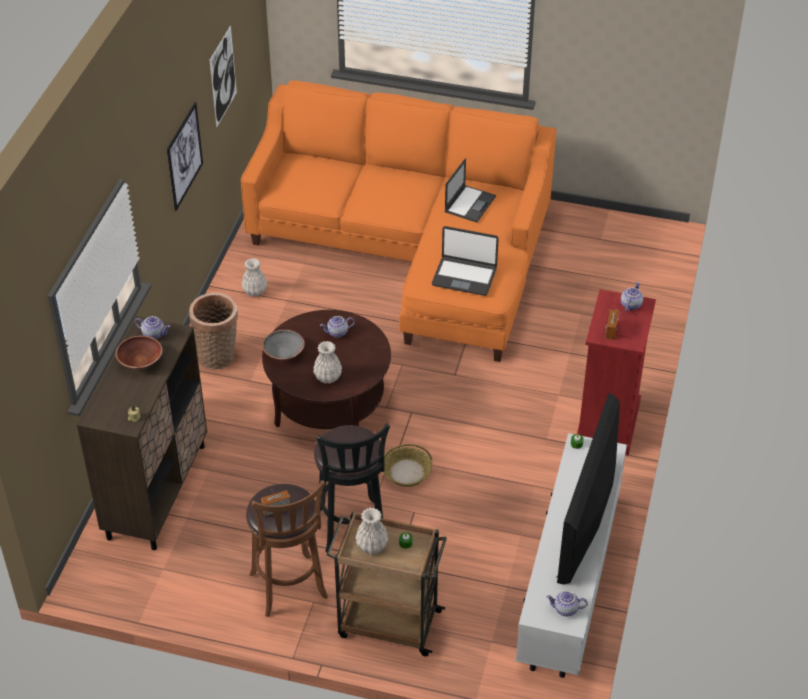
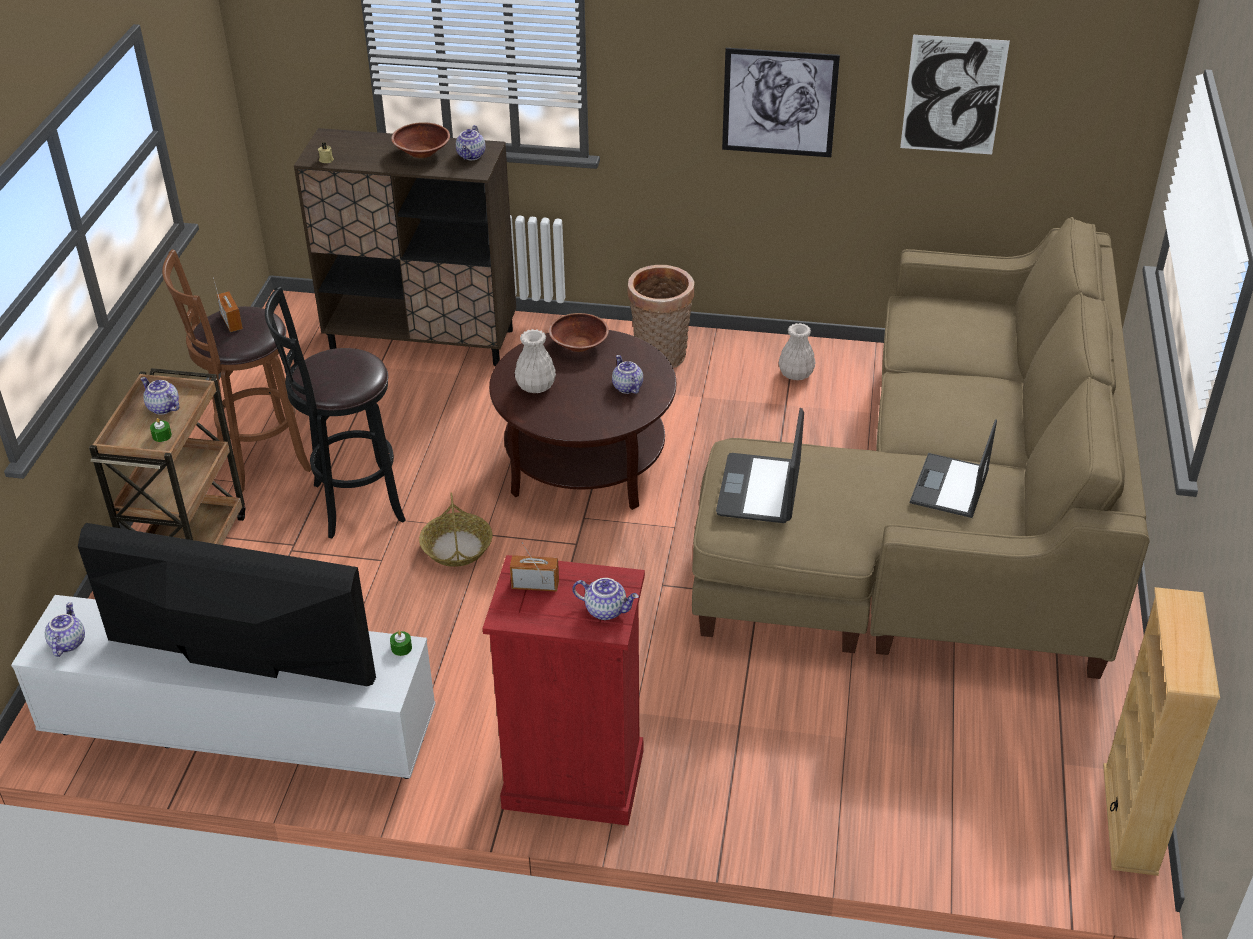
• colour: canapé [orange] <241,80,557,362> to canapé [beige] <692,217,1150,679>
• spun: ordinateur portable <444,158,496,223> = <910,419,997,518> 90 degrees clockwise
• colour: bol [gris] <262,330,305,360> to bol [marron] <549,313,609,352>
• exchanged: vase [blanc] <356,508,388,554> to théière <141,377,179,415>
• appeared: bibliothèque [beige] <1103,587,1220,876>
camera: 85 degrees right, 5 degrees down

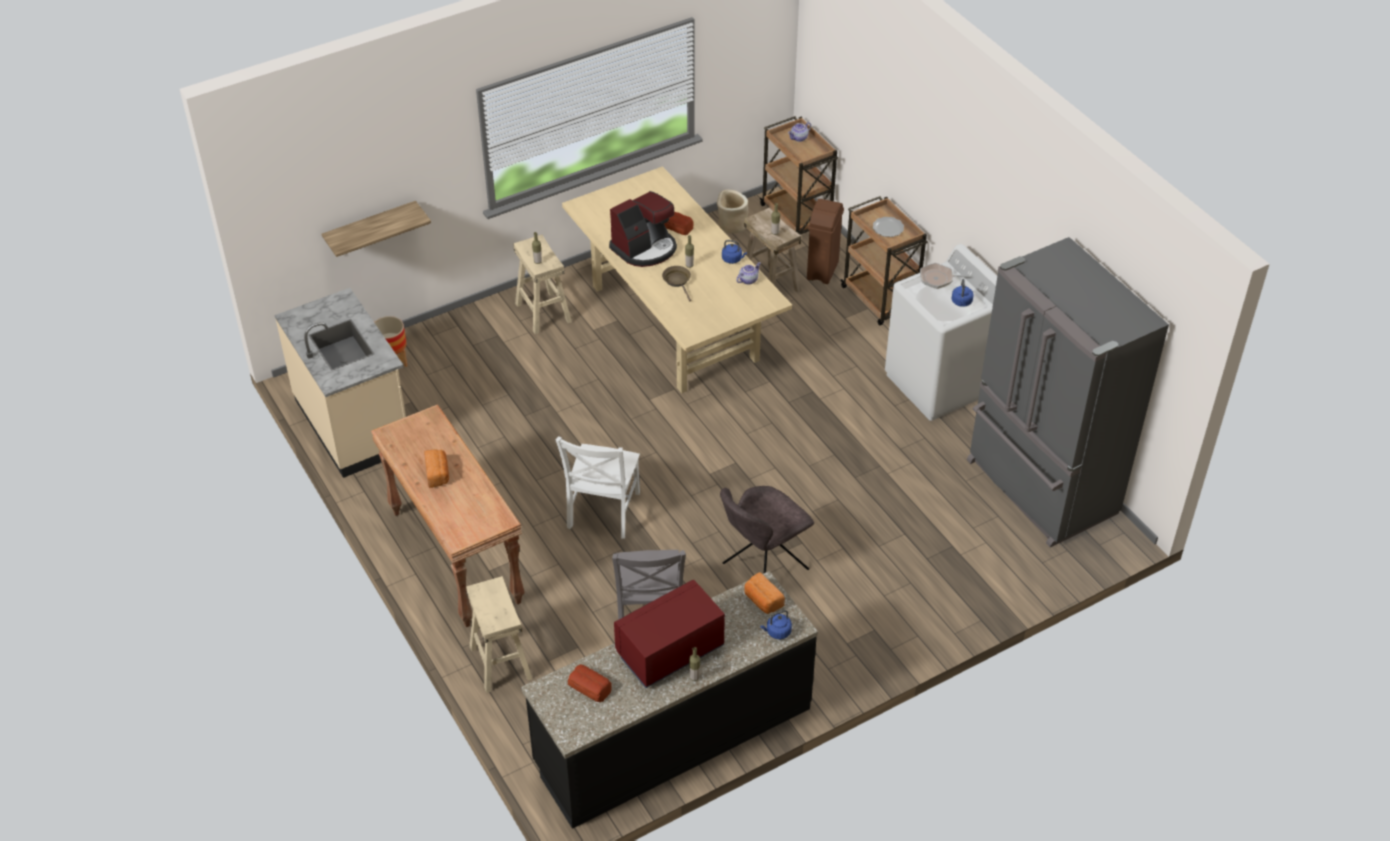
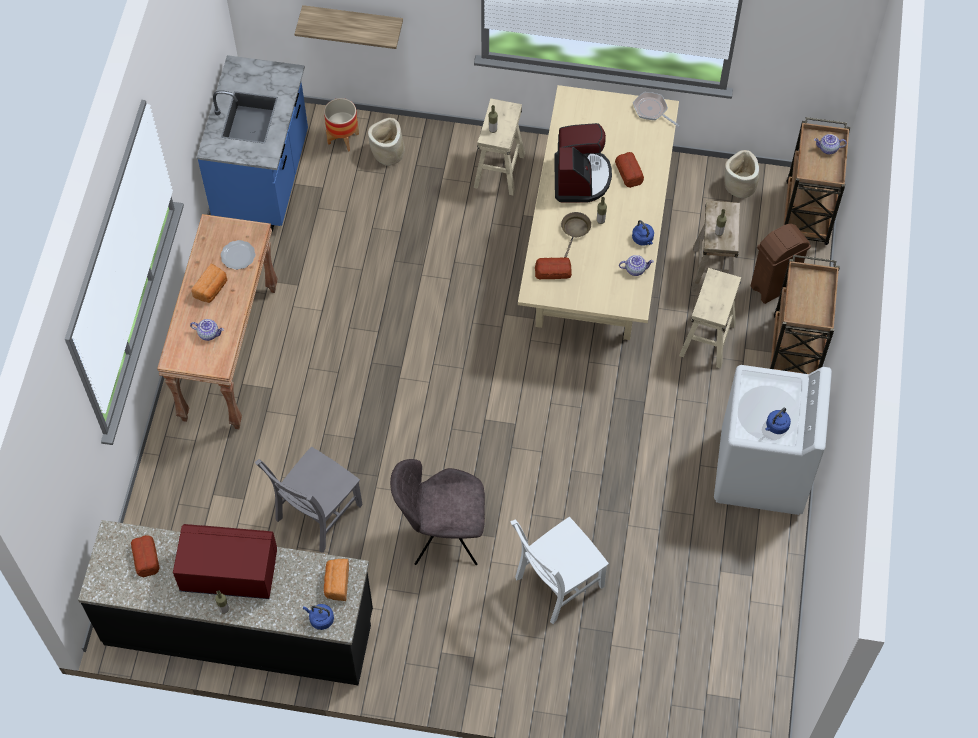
• spun: machine à café <609,191,677,267> = <554,123,612,203> 90 degrees counterclockwise
• relocated: assiette <873,217,904,237> to <221,240,256,270>
• missing: réfrigérateur [gris] <967,237,1169,547>
• relocated: poêle <920,263,972,289> to <633,92,680,127>
• colour: comptoir de cuisine [beige] <275,288,406,478> to comptoir de cuisine [bleu] <197,55,308,232>
• relocated: chaise [blanc] <556,436,640,539> to <510,517,609,624>
• relocated: tabouret [beige] <466,576,532,693> to <679,268,741,369>
• appeared: cache-pot [beige] <368,118,405,166>
• appeared: pain <535,257,572,279>
• appeared: théière <190,319,224,341>
camera: 40 degrees right, 15 degrees up

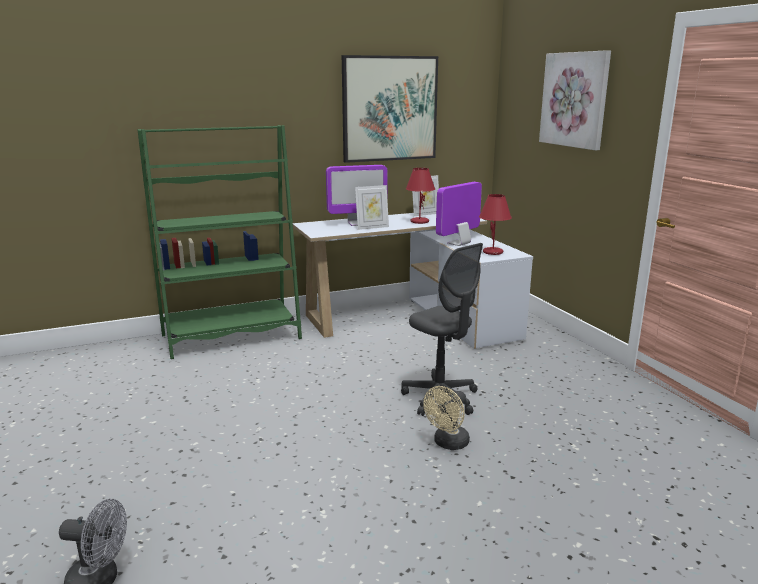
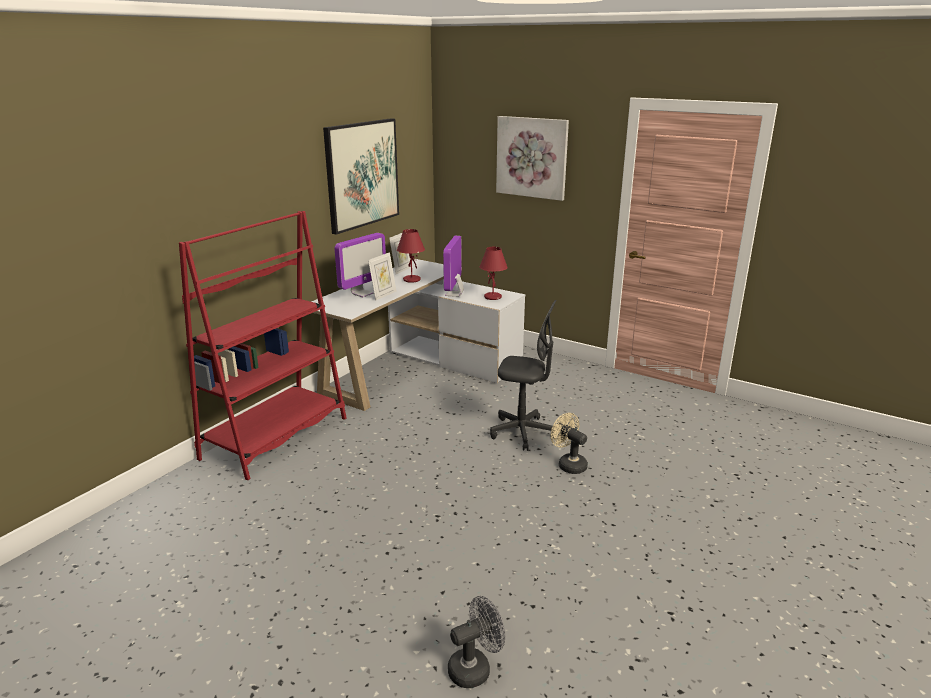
• colour: bibliothèque [vert] <138,125,302,359> to bibliothèque [rouge] <179,211,347,480>
• spun: ventilateur [beige] <423,386,470,450> = <551,413,588,474> 135 degrees clockwise
camera: 35 degrees left, 5 degrees up

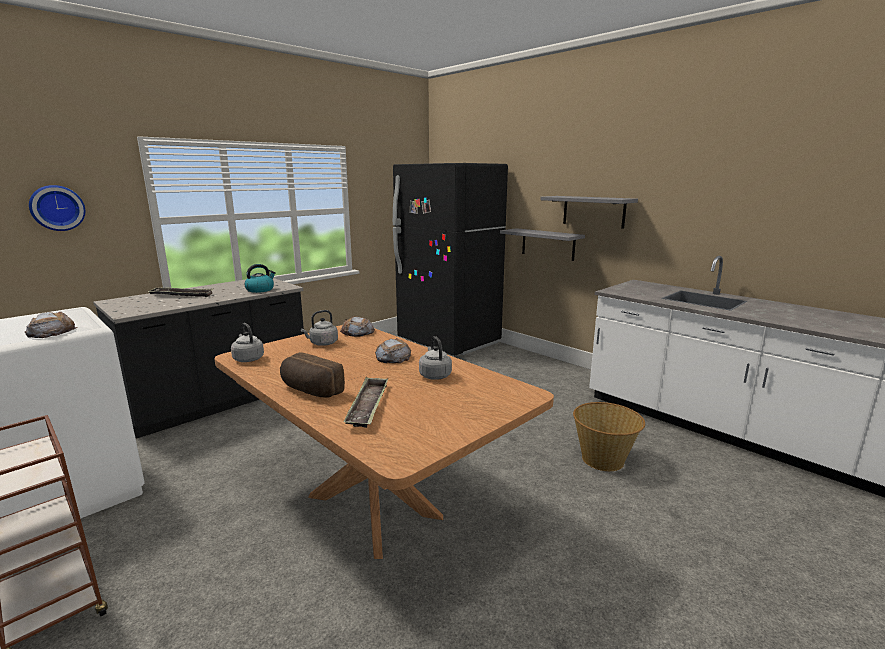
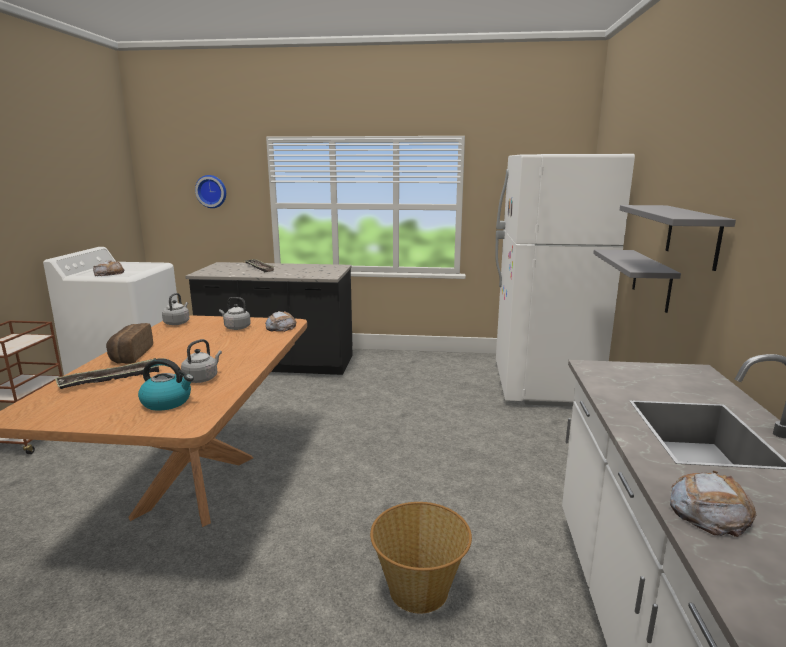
• colour: réfrigérateur [noir] <393,163,508,356> to réfrigérateur [blanc] <495,154,635,407>
• relocated: bouilloire <245,264,276,293> to <138,358,194,411>
• relocated: pain <375,338,411,363> to <670,471,756,537>
camera: 50 degrees right, 0 degrees up

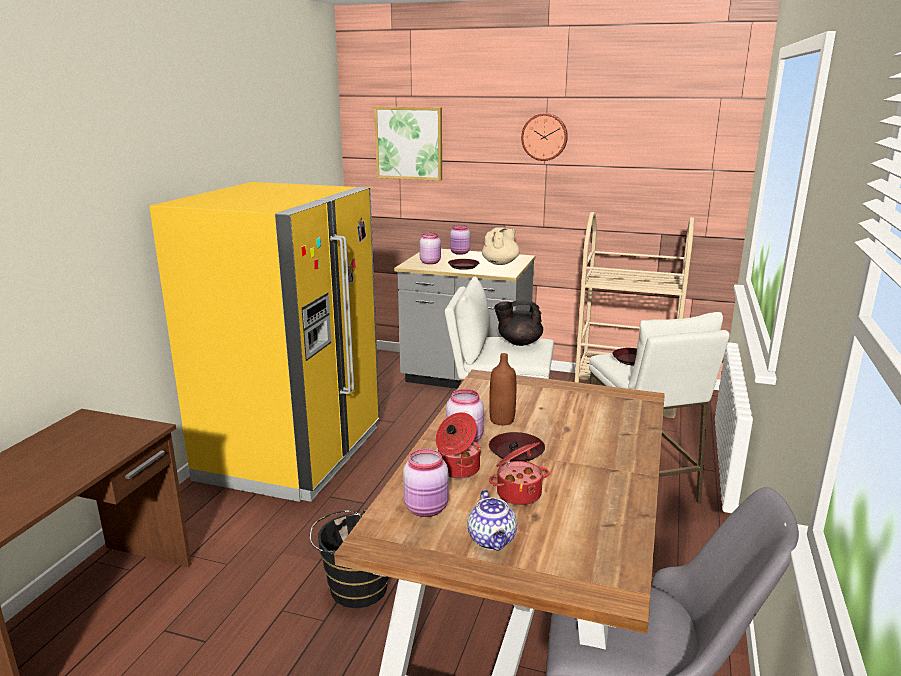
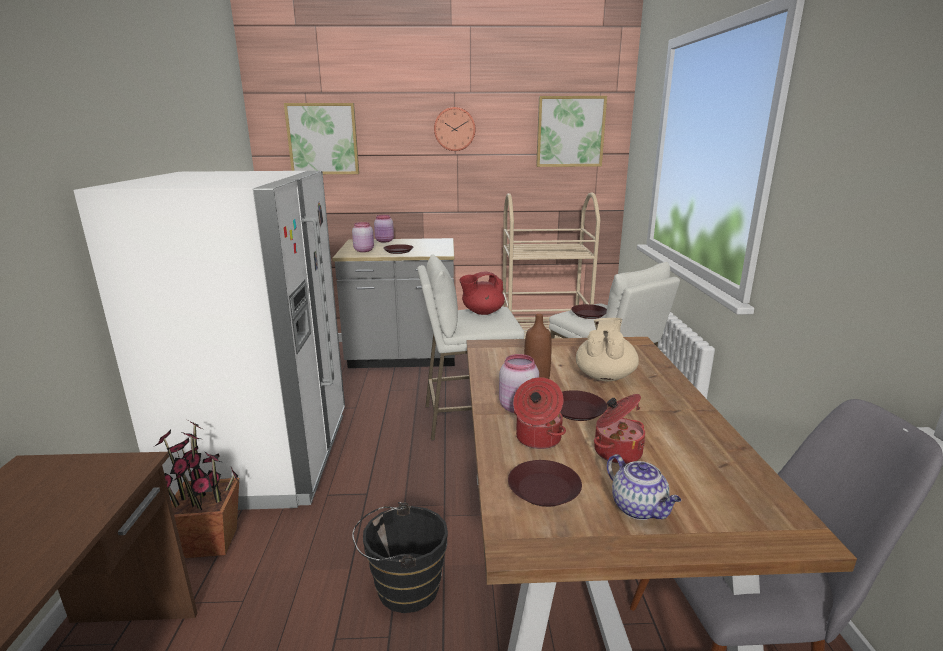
• colour: réfrigérateur [jaune] <149,182,379,502> to réfrigérateur [blanc] <74,171,345,510>
• relocated: théière [beige] <482,227,520,265> to <576,318,639,381>
• colour: théière [noir] <494,300,543,346> to théière [rouge] <460,272,505,315>
• exchanged: bocal [rose] <403,449,448,517> to assiette [marron] <508,460,582,507>
• appeared: tableau <536,96,607,167>
• appeared: plante en pot <154,418,239,558>
camera: 20 degrees left, 0 degrees up

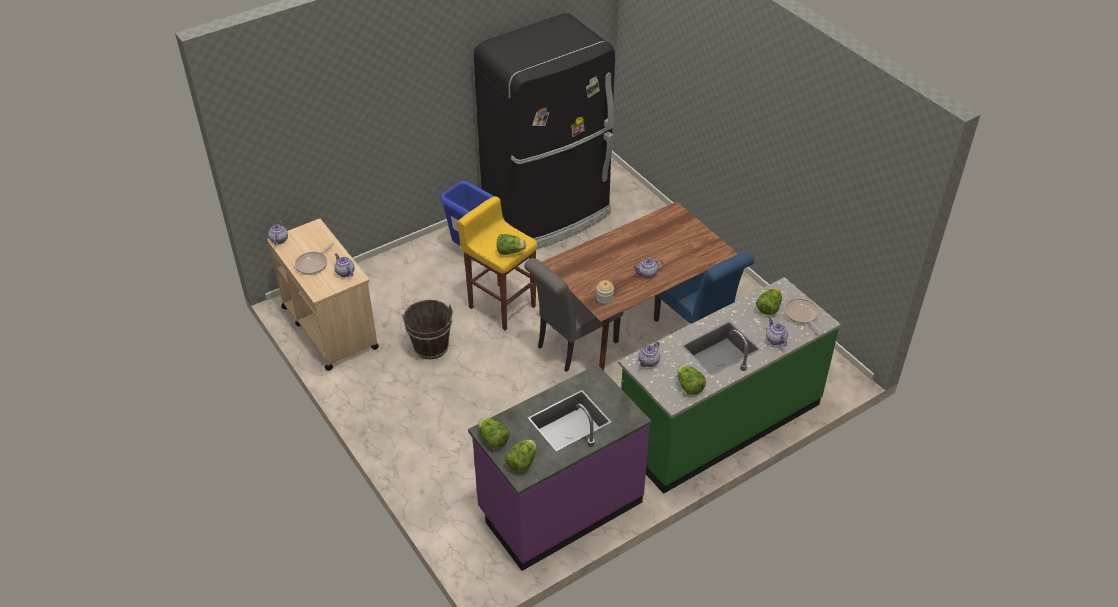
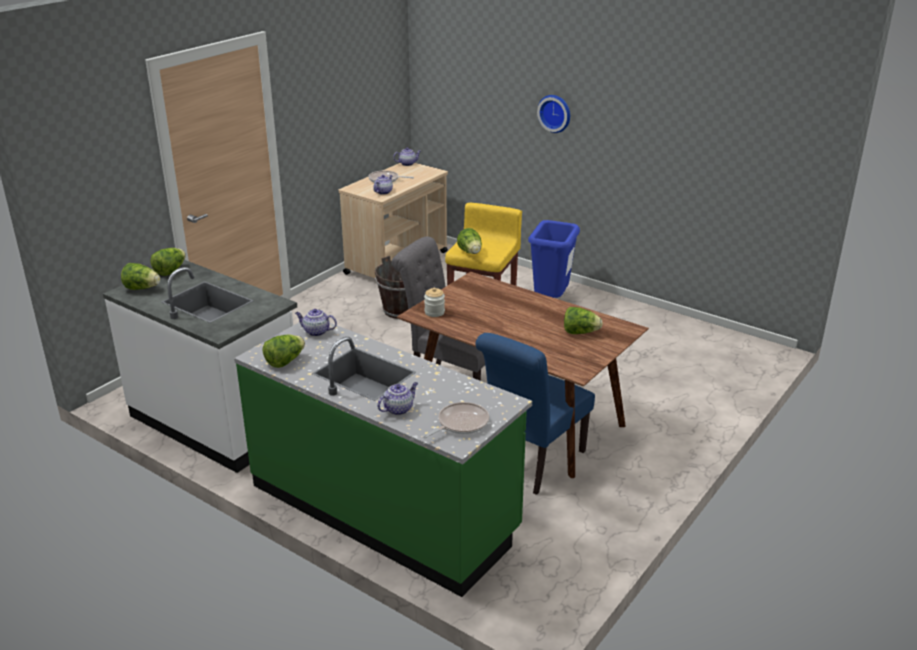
• missing: réfrigérateur [noir] <474,13,615,249>
• missing: théière <633,258,663,279>
• relocated: laitue <756,288,782,315> to <564,307,603,334>
• colour: comptoir de cuisine [violet] <468,364,651,571> to comptoir de cuisine [blanc] <103,260,297,473>
• appeared: horloge murale <537,95,570,133>
camera: 70 degrees right, 15 degrees down

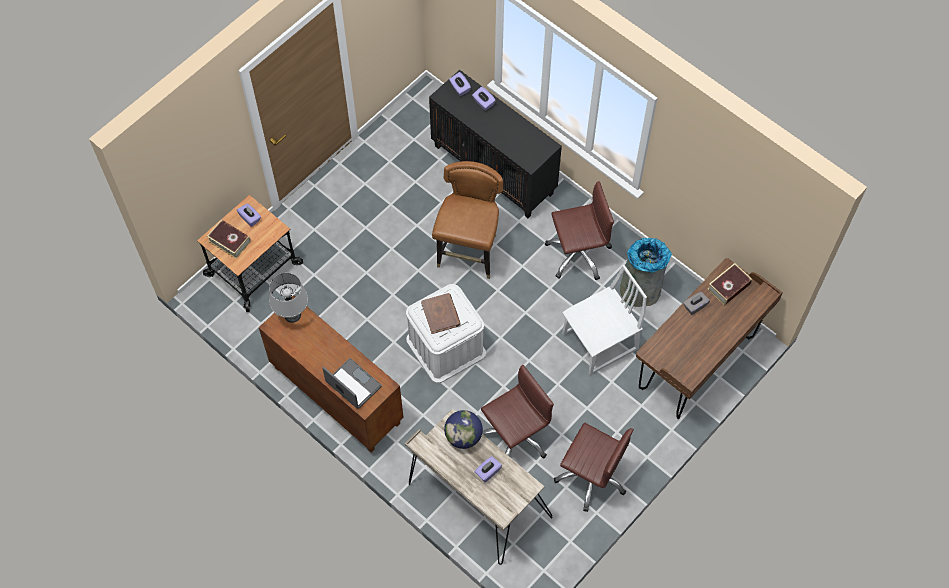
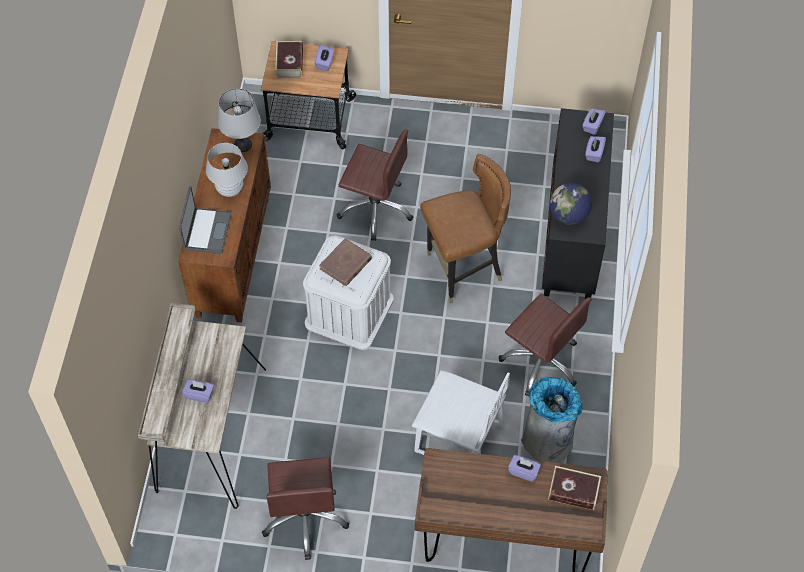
• colour: boîte à mouchoirs [gris] <683,292,710,315> to boîte à mouchoirs [violet] <508,455,541,482>
• relocated: chaise de bureau [marron] <481,364,554,458> to <336,129,413,241>
• relocated: globe <444,410,483,449> to <550,183,592,225>
• appeared: lampe de table [blanc] <206,143,248,197>
camera: 55 degrees right, 5 degrees down

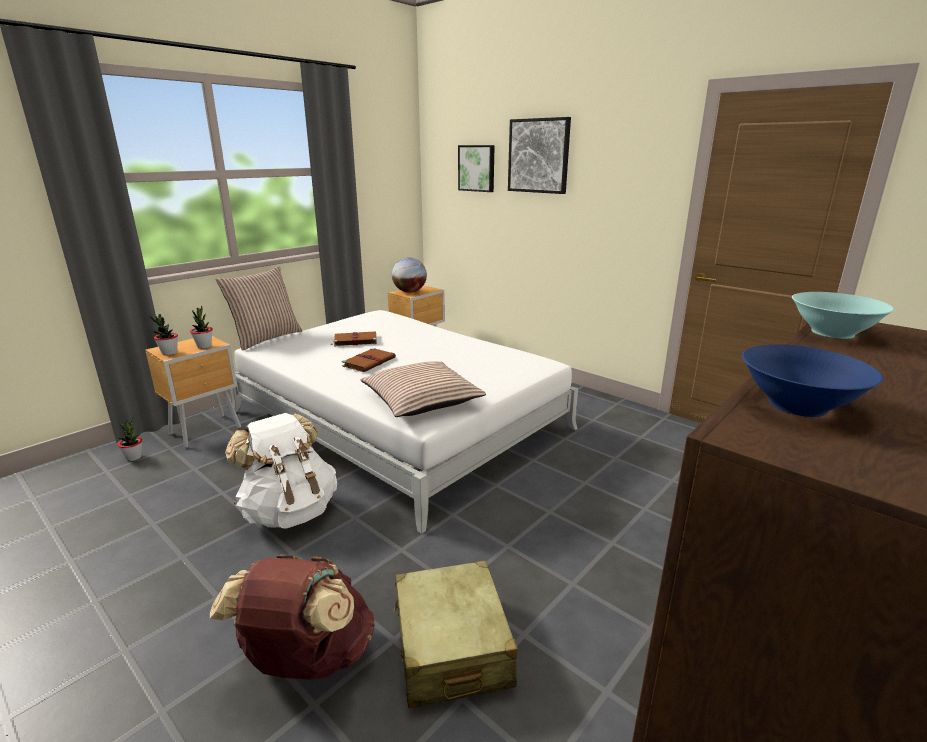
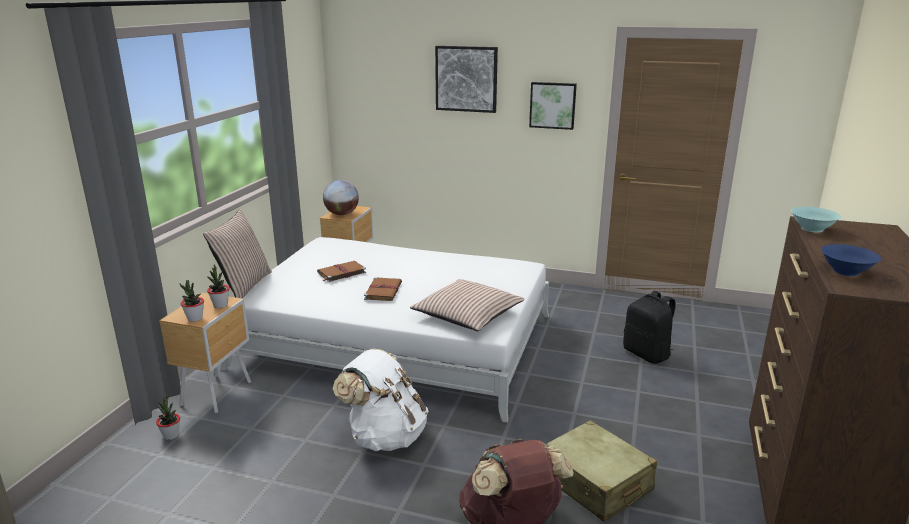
• relocated: tableau <458,145,495,192> to <529,82,577,130>
• appeared: sac à dos [noir] <623,291,676,364>
camera: 25 degrees left, 0 degrees up

